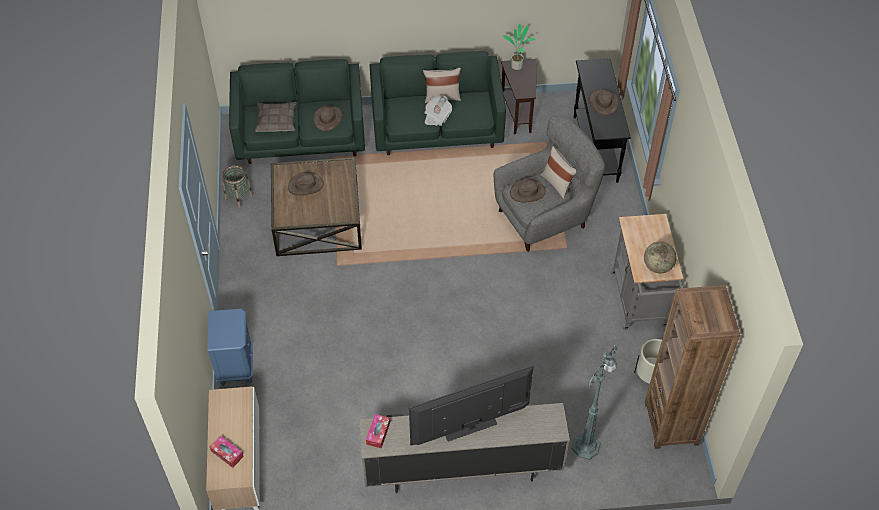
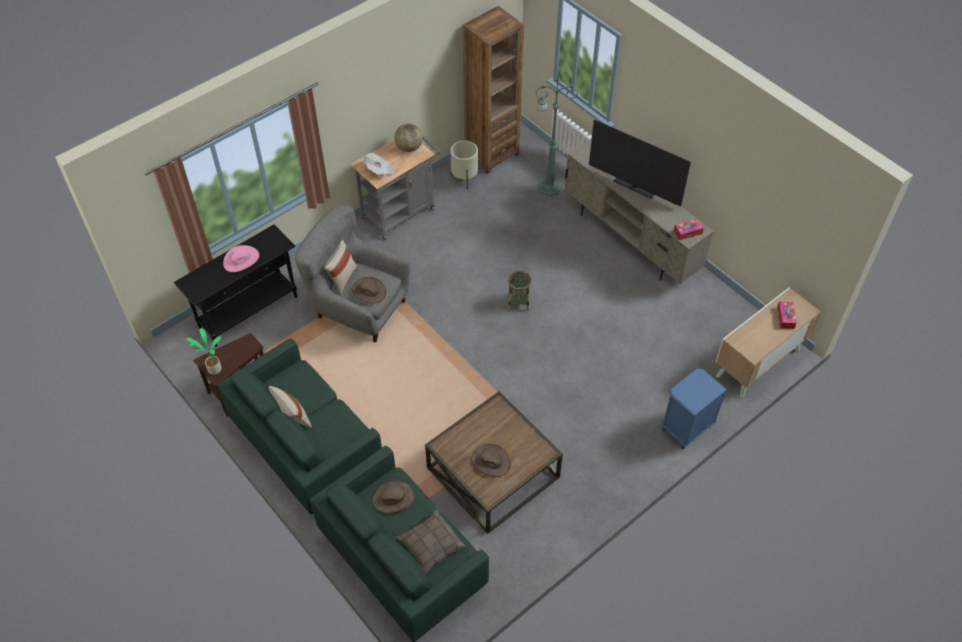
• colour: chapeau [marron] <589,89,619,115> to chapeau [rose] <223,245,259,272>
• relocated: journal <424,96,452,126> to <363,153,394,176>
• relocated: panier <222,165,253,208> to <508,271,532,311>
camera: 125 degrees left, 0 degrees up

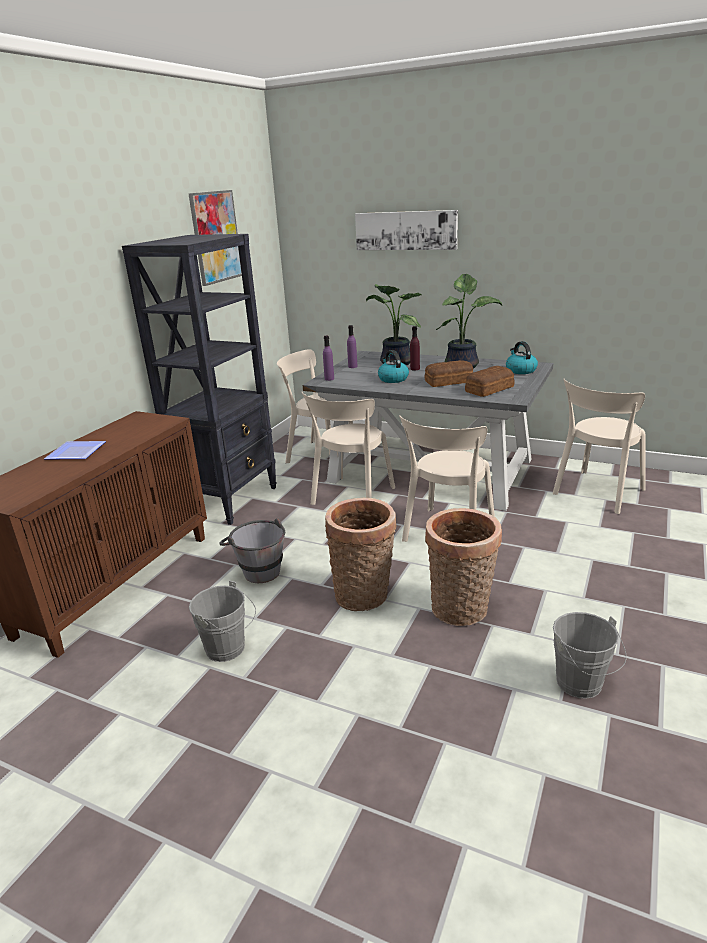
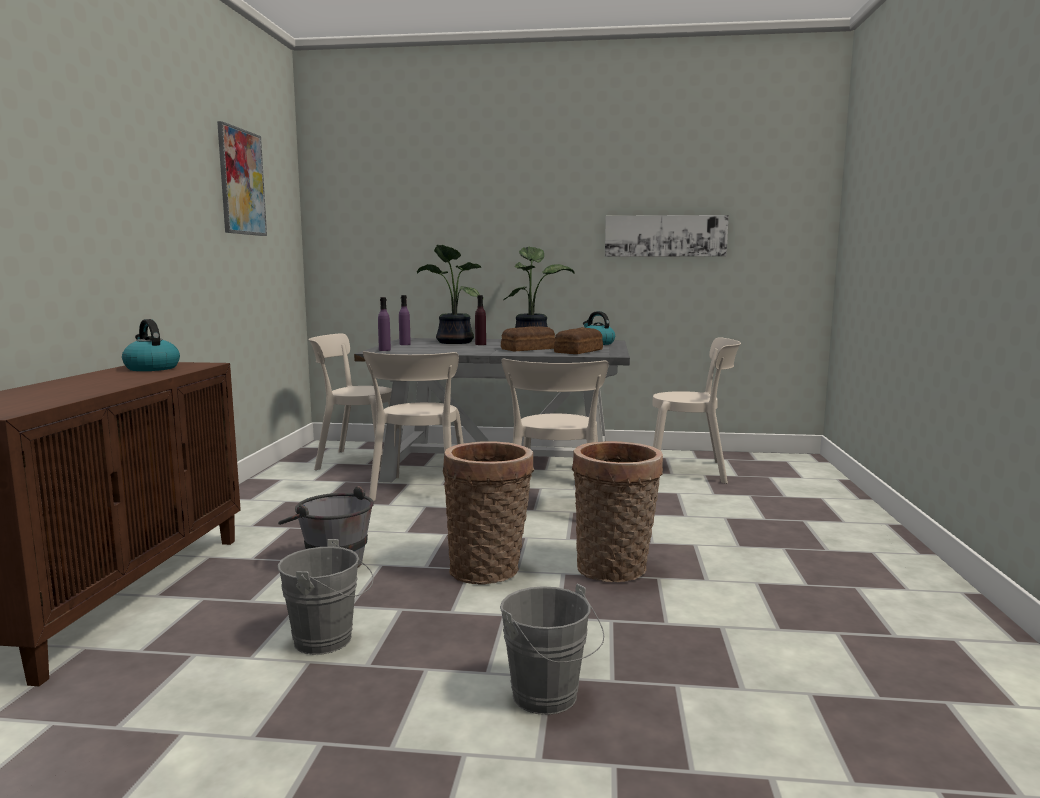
• relocated: tableau <355,210,458,250> to <605,215,729,257>
• missing: bibliothèque [noir] <122,234,277,525>
• relocated: bouilloire <378,350,409,383> to <122,319,180,371>
• spun: chaise [beige] <552,379,646,514> = <652,337,741,484> 105 degrees counterclockwise
• missing: assiette <44,441,106,459>
• relocated: seau [gris] <553,612,627,699> to <500,584,604,715>
camera: 20 degrees left, 15 degrees down

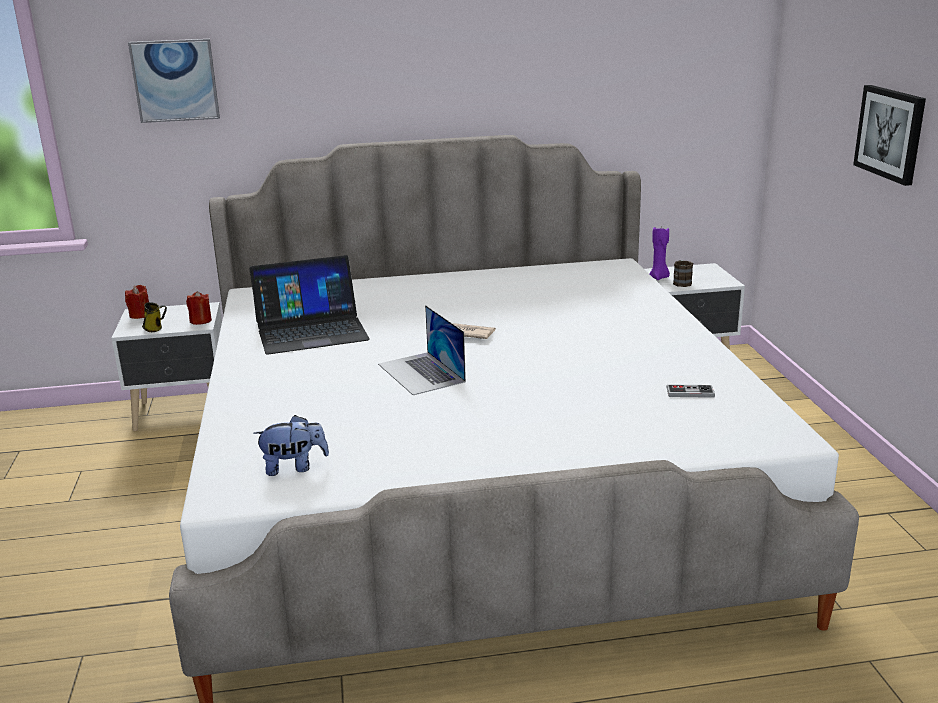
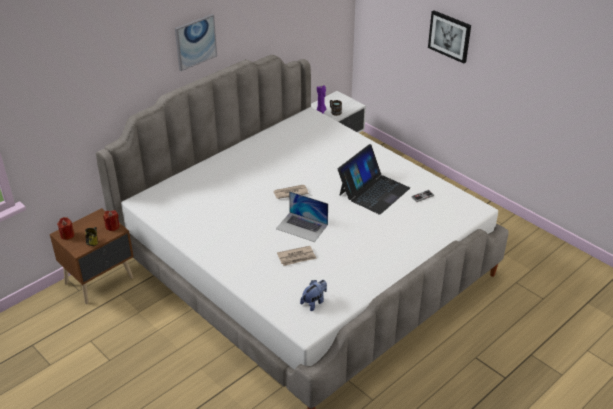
• relocated: tableau <128,39,220,123> to <175,14,217,71>
• relocated: ordinateur portable <250,255,370,354> to <338,144,410,215>
• colour: table de chevet [blanc] <112,302,222,431> to table de chevet [marron] <50,208,134,304>
• appeared: journal <277,246,317,266>
camera: 35 degrees left, 15 degrees up

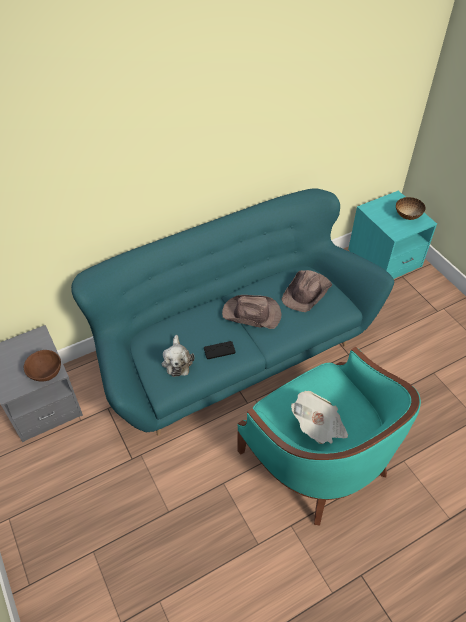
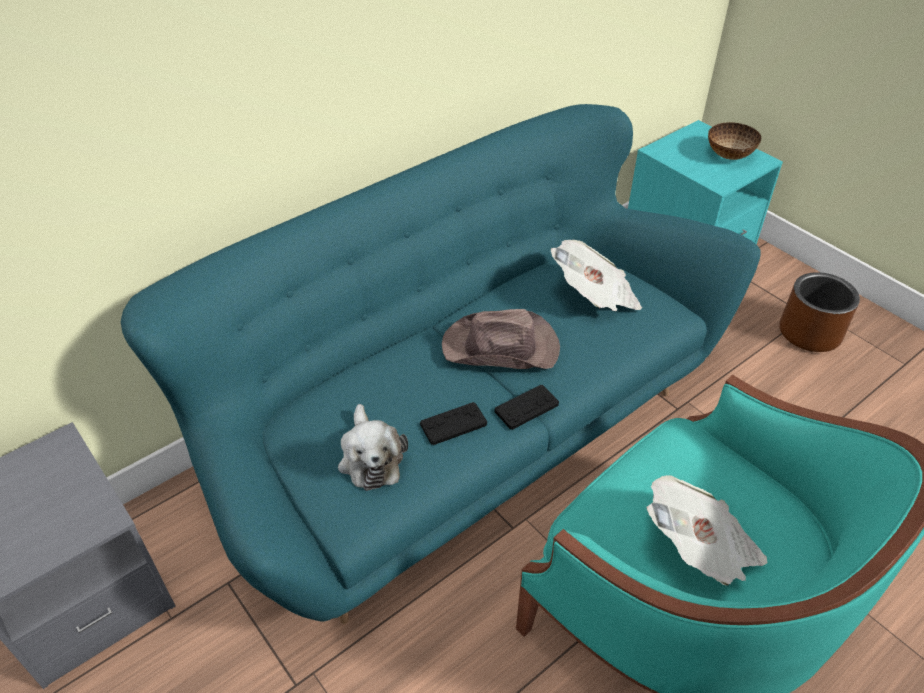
• exchanged: chapeau [marron] <282,270,333,312> to journal <551,240,642,311>
• missing: bol [marron] <24,350,61,382>
• appeared: cache-pot [marron] <779,272,860,352>
• appeared: manette [noir] <494,385,559,430>
camera: 10 degrees left, 5 degrees down

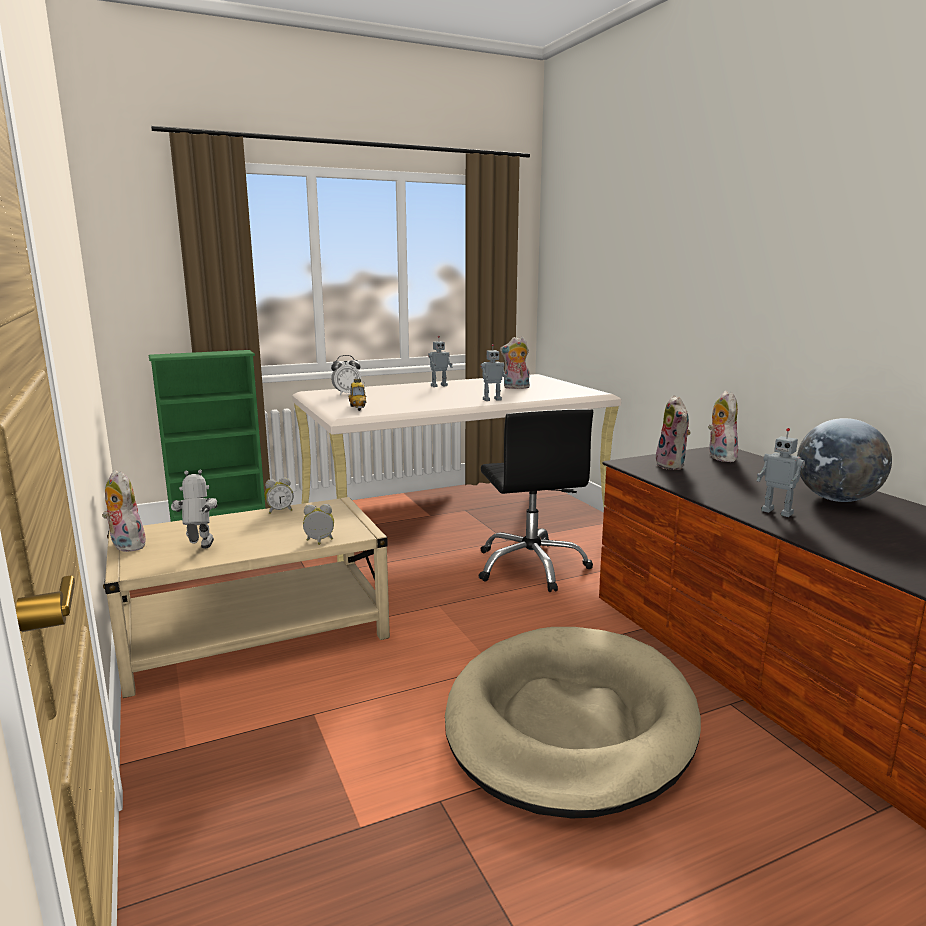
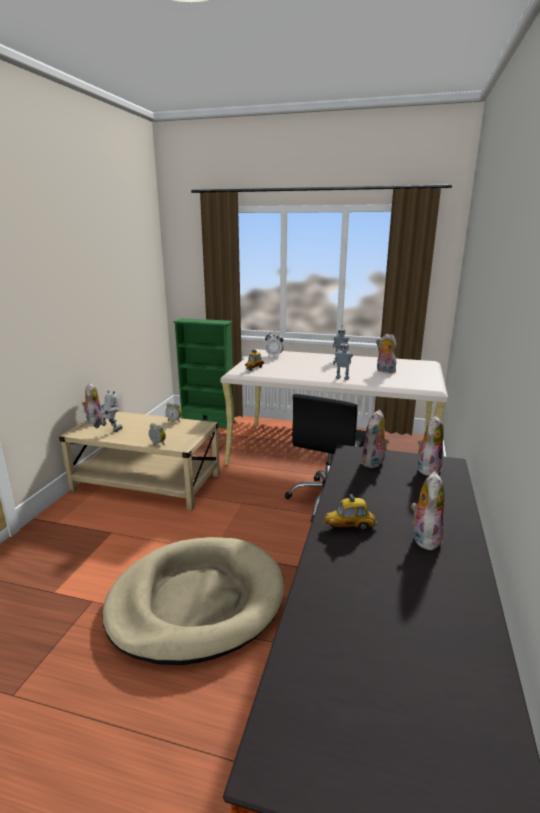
• exchanged: globe <797,418,892,502> to peluche <411,471,444,552>
• exchanged: robot jouet <756,428,805,517> to petite voiture <323,494,377,531>
camera: 40 degrees right, 5 degrees up

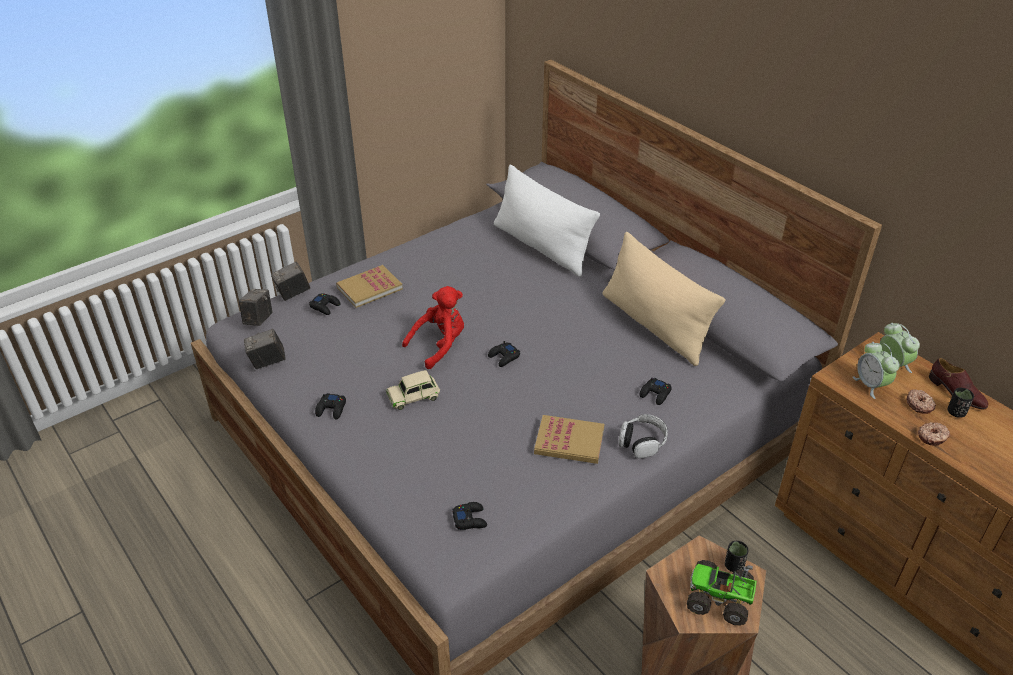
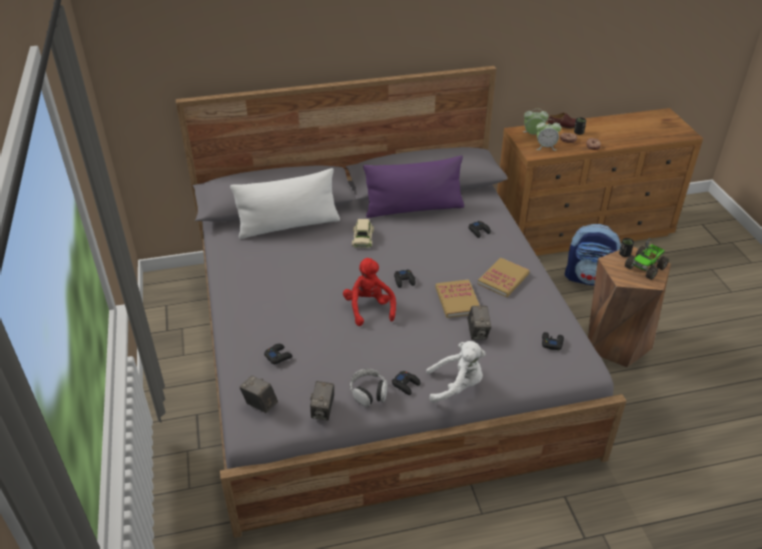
• colour: coussin [beige] <602,232,726,366> to coussin [violet] <363,156,464,218>
• relocated: appareil photo <271,262,310,301> to <467,306,491,340>
• relocated: livre <336,265,403,308> to <435,279,480,318>
• relocated: petite voiture [beige] <386,370,440,410> to <352,219,374,248>
• relocated: casque audio <619,414,668,459> to <350,369,388,407>
• appeared: sac à dos <565,224,621,286>
• appeared: peluche [blanc] <426,341,486,403>
camera: 65 degrees left, 0 degrees up

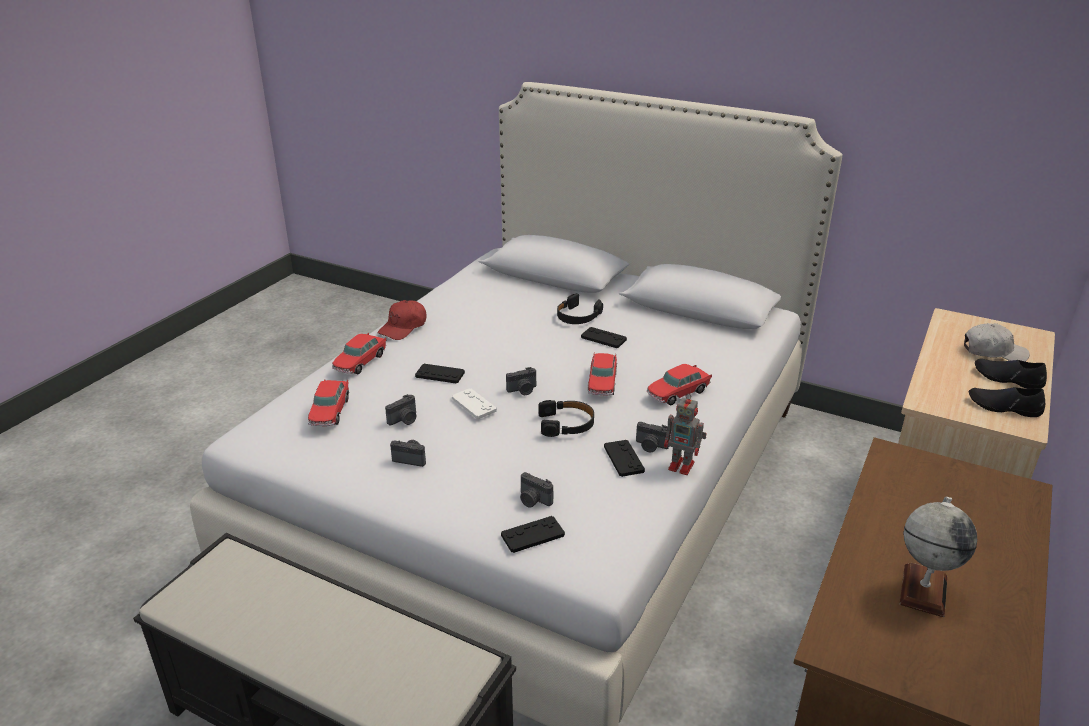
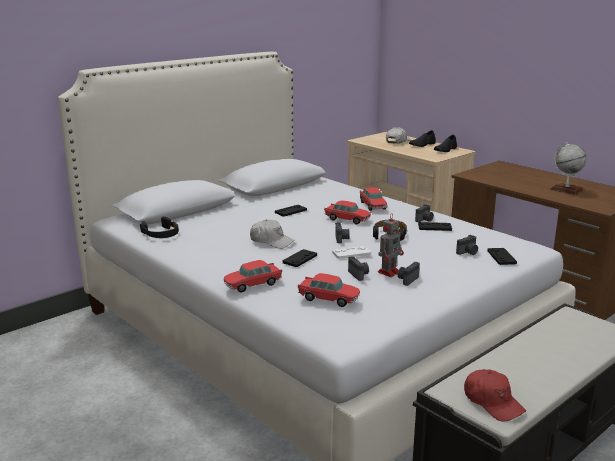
• relocated: casque audio [noir] <557,293,603,324> to <140,217,179,238>
• relocated: casquette [rouge] <377,300,427,340> to <464,369,526,422>
• spun: petite voiture <332,333,386,374> = <224,260,282,293> 105 degrees clockwise
• relocated: robot jouet <664,393,707,475> to <378,213,404,277>
• appeared: casquette [blanc] <250,219,295,249>
camera: 70 degrees left, 10 degrees down

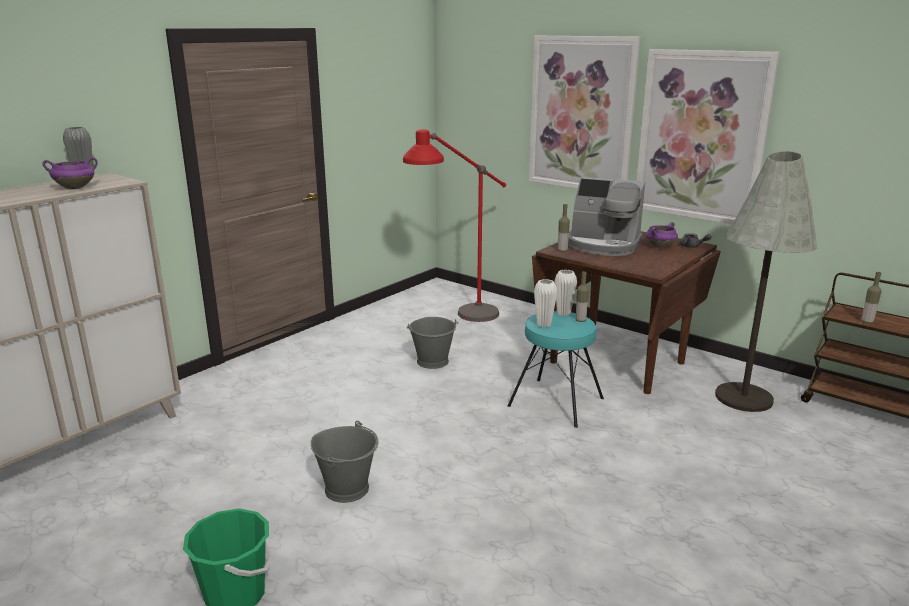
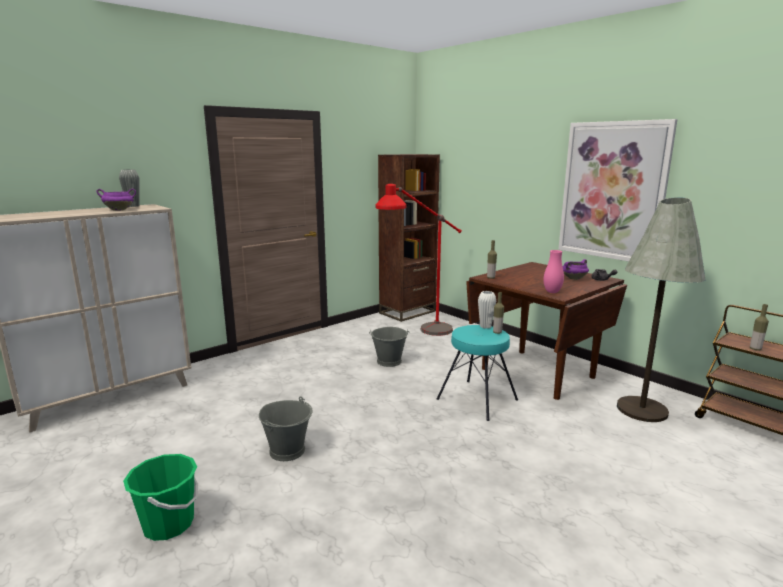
• missing: tableau <529,36,640,189>
• missing: machine à café <568,177,645,256>
• missing: vase [blanc] <534,279,557,327>
• appeared: bibliothèque [marron] <378,154,440,322>
• appeared: vase [rose] <543,250,564,293>
camera: 10 degrees right, 5 degrees down

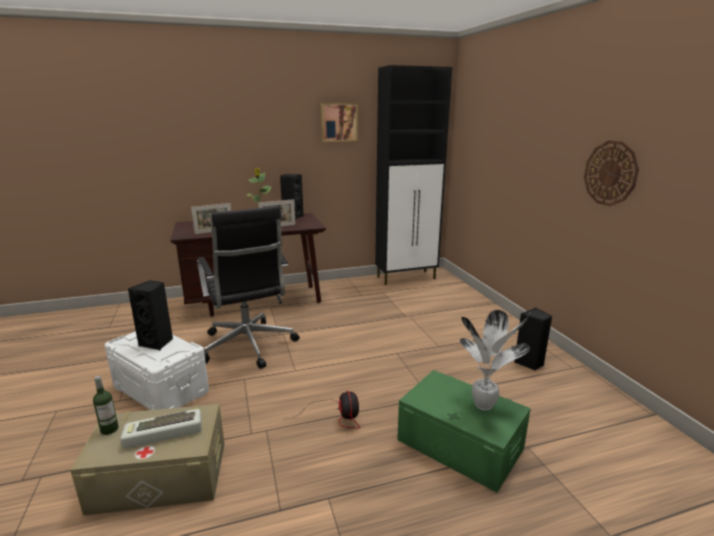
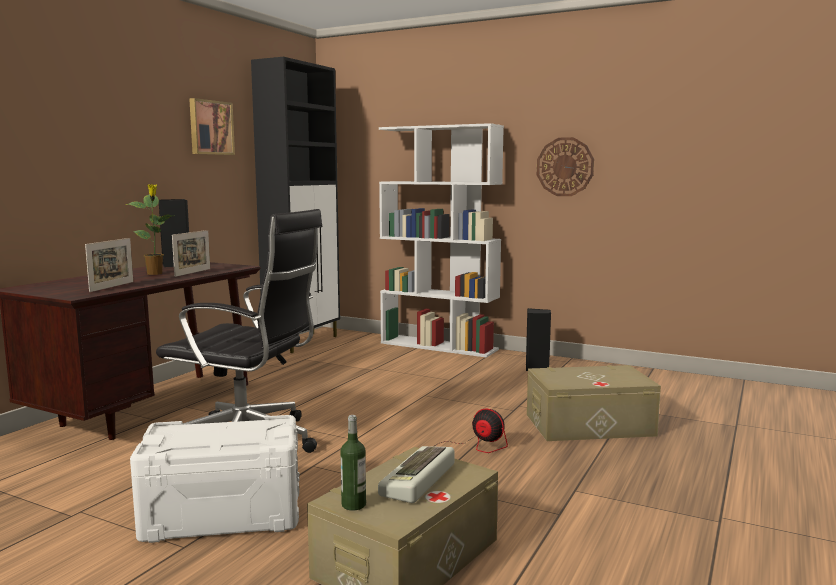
• missing: enceinte [noir] <128,280,173,350>
• missing: plante en pot <460,310,530,411>
• colour: boîte de rangement [vert] <397,370,531,493> to boîte de rangement [beige] <527,365,661,441>
• appeared: bibliothèque [blanc] <379,123,504,358>
camera: 45 degrees left, 10 degrees down

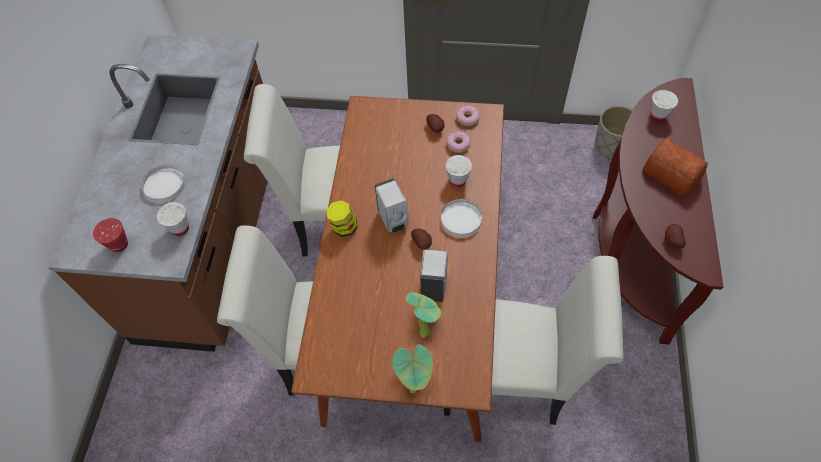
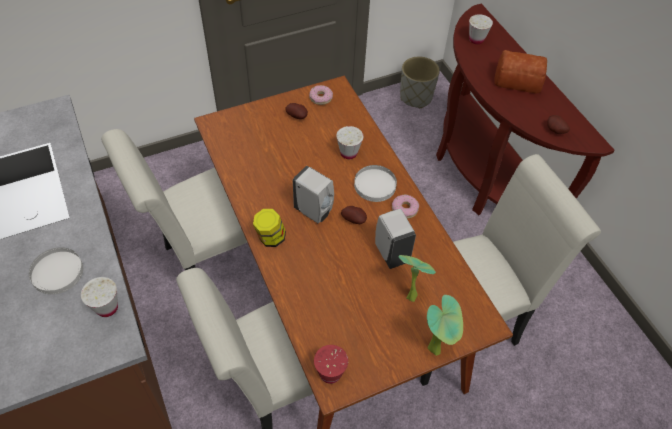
• relocated: beignet <447,131,470,153> to <392,194,419,219>
• relocated: tasse [rouge] <93,218,128,252> to <314,345,348,384>
camera: 35 degrees left, 5 degrees down

